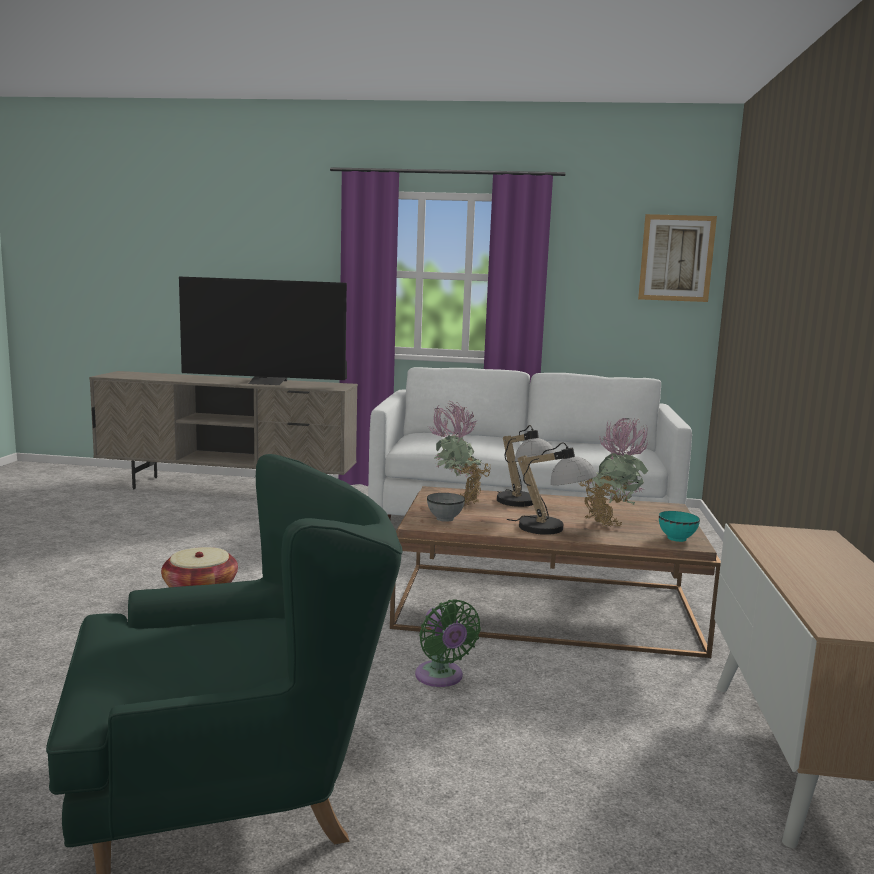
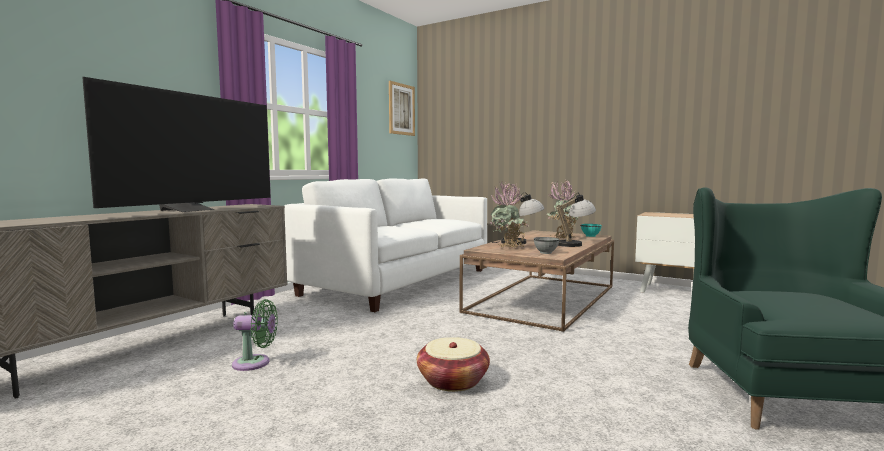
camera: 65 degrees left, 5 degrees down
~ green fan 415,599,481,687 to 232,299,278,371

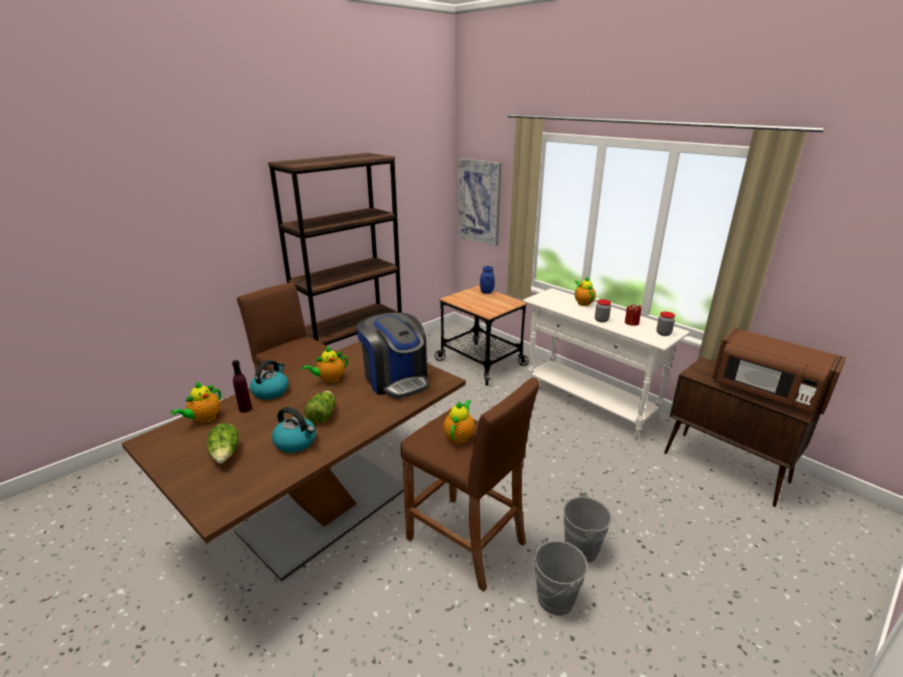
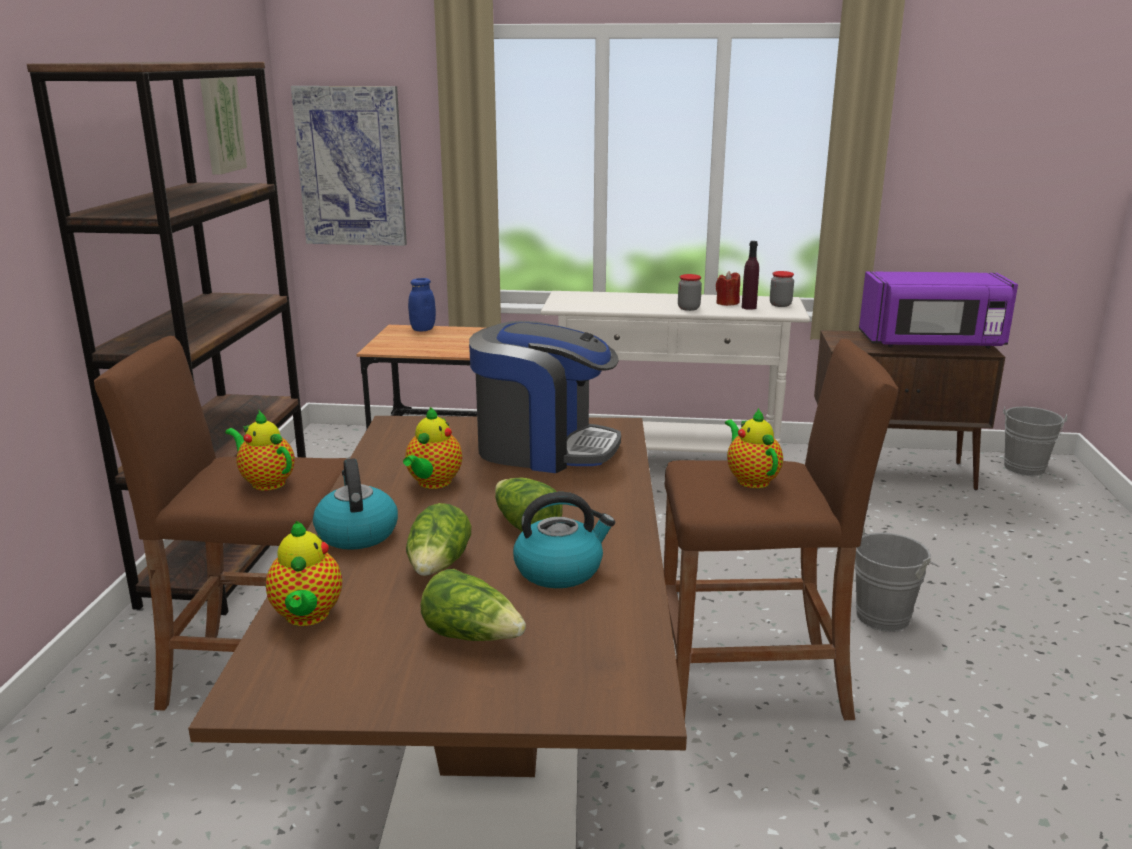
camera: 40 degrees left, 5 degrees down
~ teapot 575,276,596,306 to 225,411,295,491
~ brown microwave 712,328,846,414 to purple microwave 859,272,1018,348
~ purple bottle 232,360,252,413 to 742,241,759,310
~ grey bucket 524,537,588,616 to 1003,406,1067,476
+ picture 200,77,247,174
+ lettuce 406,503,471,576

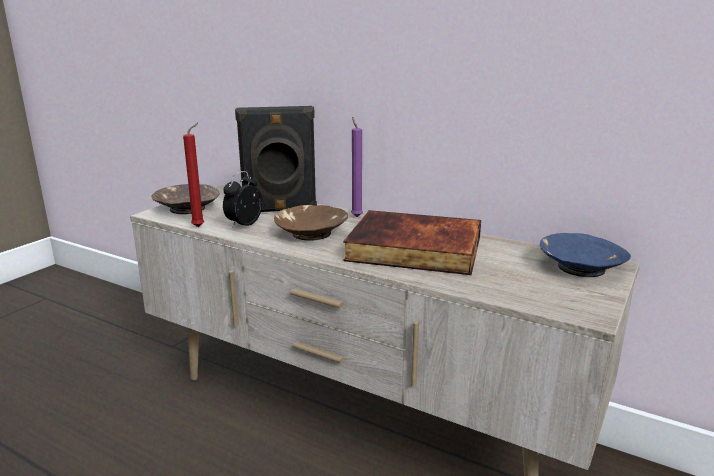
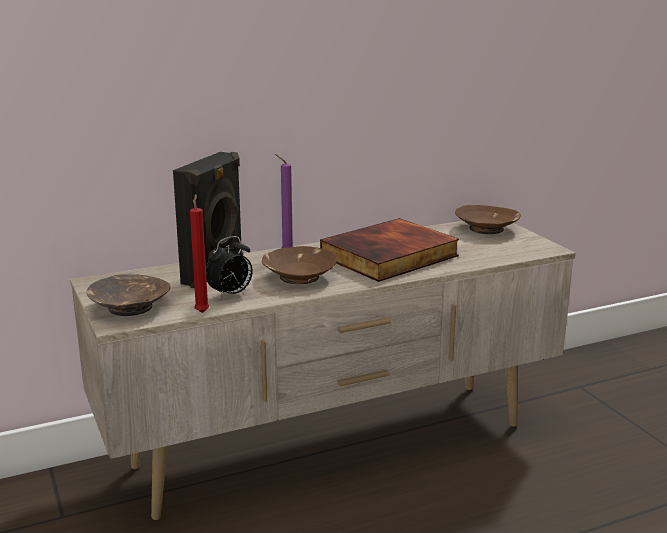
camera: 55 degrees left, 0 degrees up
~ alarm clock 223,171,262,229 = 206,236,253,299 105 degrees counterclockwise
~ blue bowl 540,233,631,277 to brown bowl 455,205,521,234

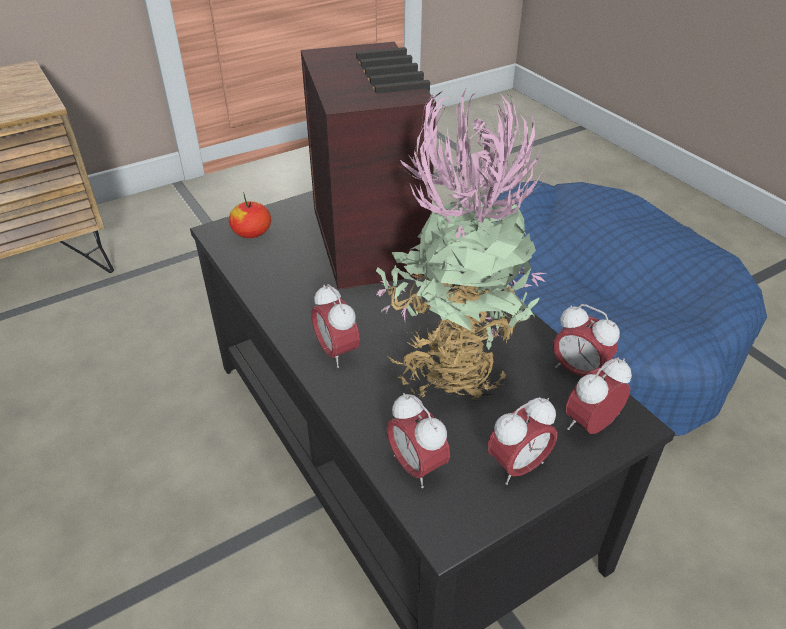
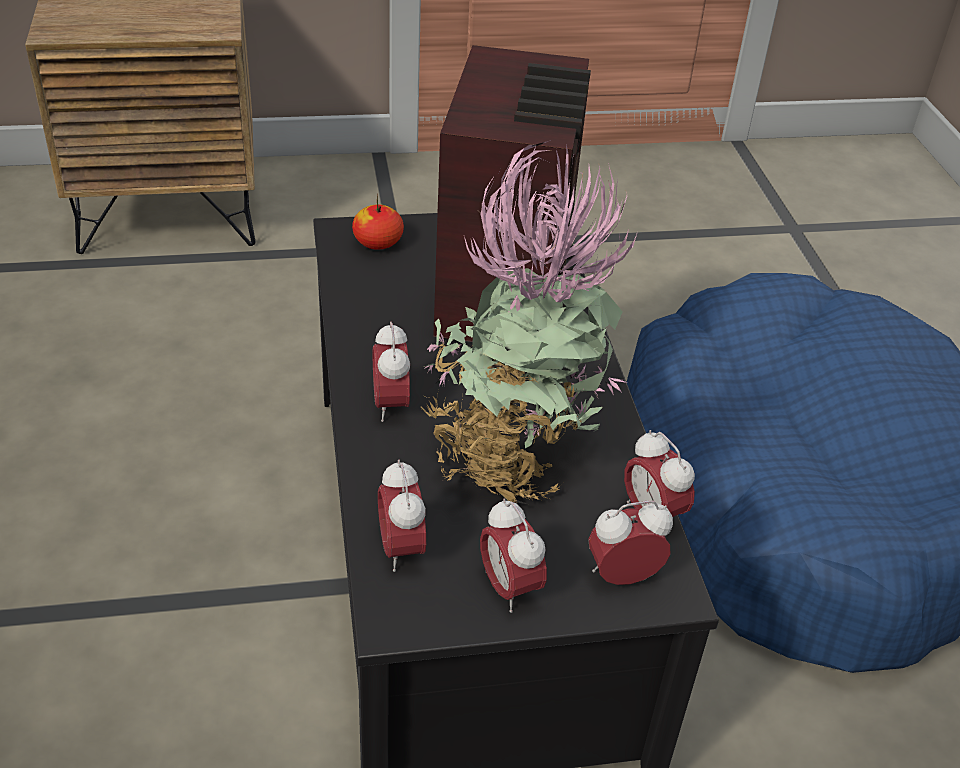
camera: 20 degrees right, 0 degrees up
~ alarm clock 487,397,557,485 = 480,498,547,613 75 degrees clockwise

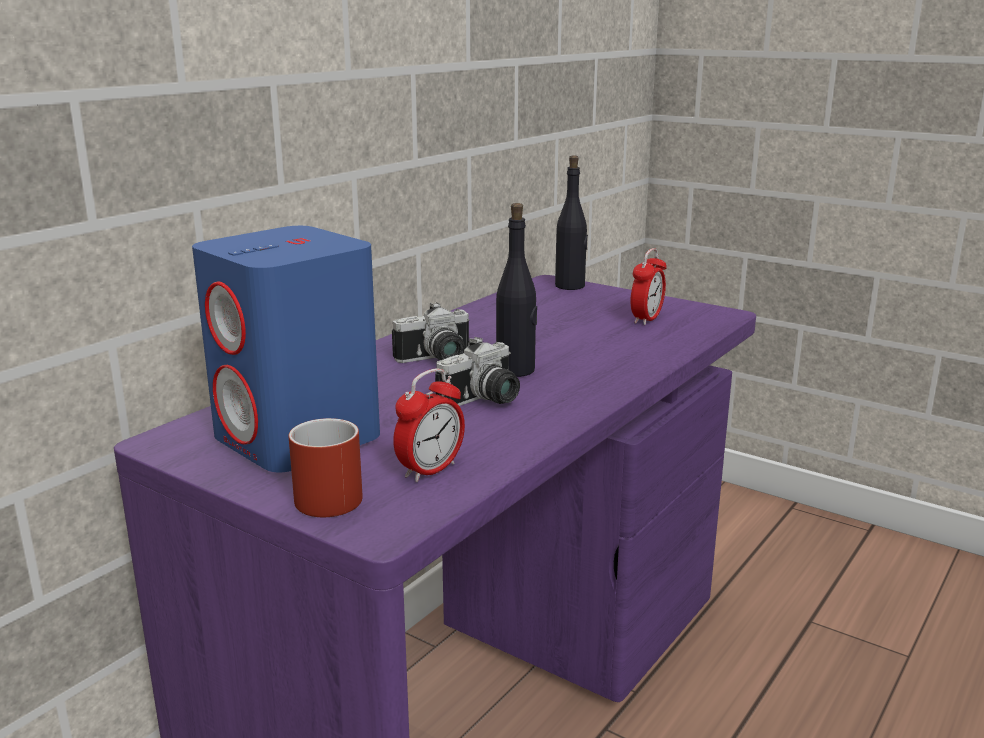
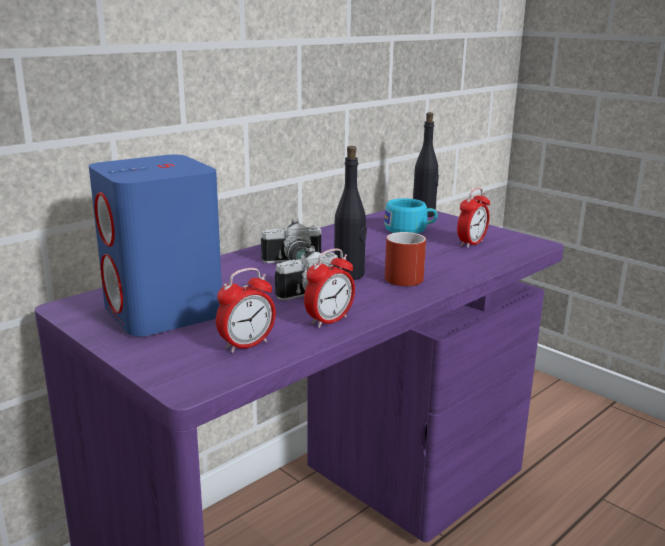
camera: 10 degrees right, 0 degrees up
~ red mug 289,418,362,517 to 385,232,426,286
+ turquoise cup 384,198,438,234
+ alarm clock 304,248,355,328

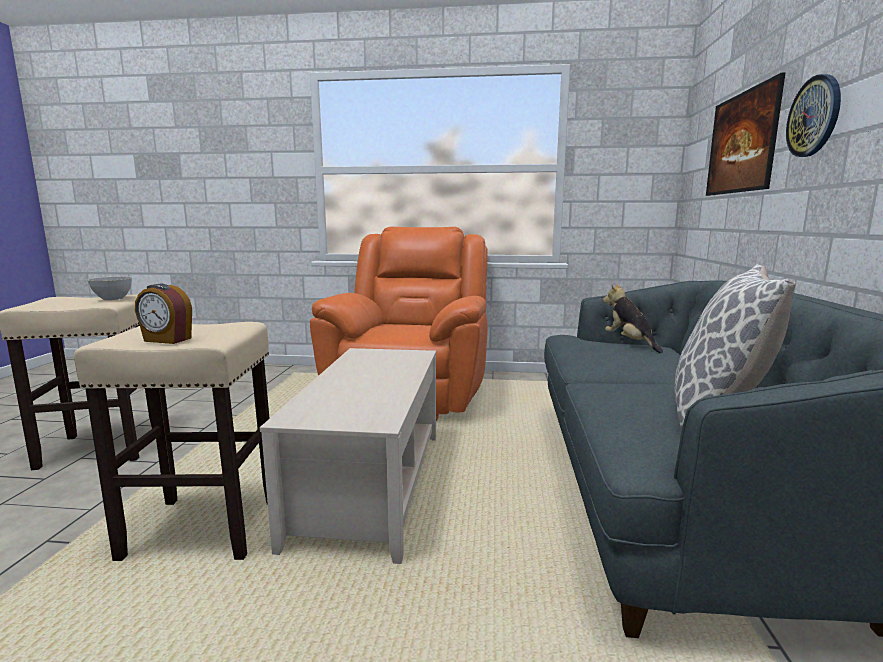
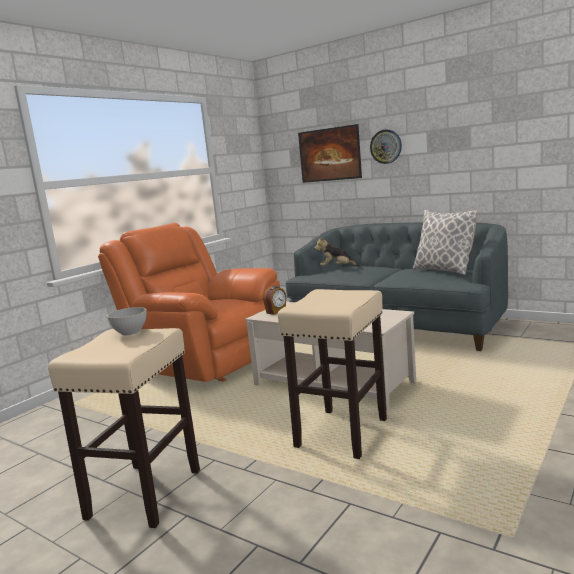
camera: 60 degrees left, 0 degrees up
~ alarm clock 135,284,192,344 to 263,286,286,315

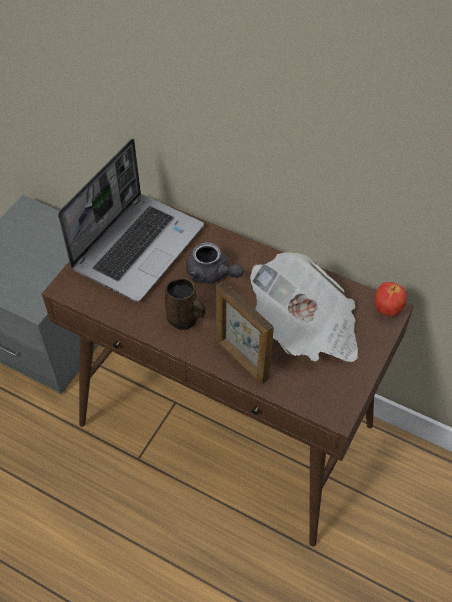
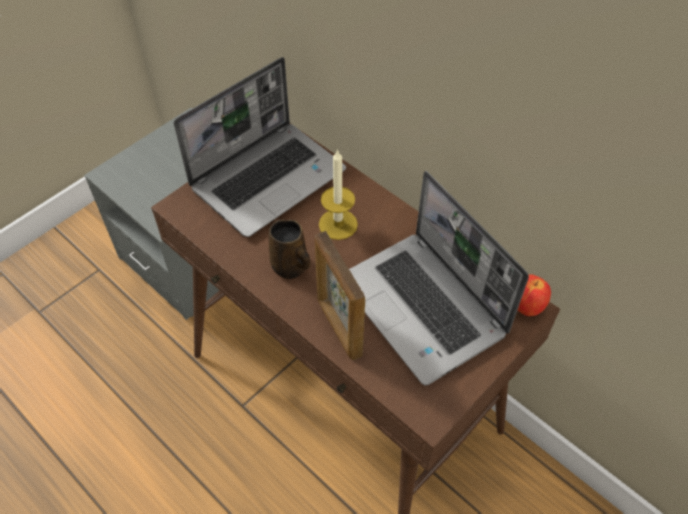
camera: 15 degrees right, 0 degrees up
~ grey teapot 186,242,244,284 to candle 319,149,358,240
~ newspaper 250,252,358,362 to laptop 349,171,529,385

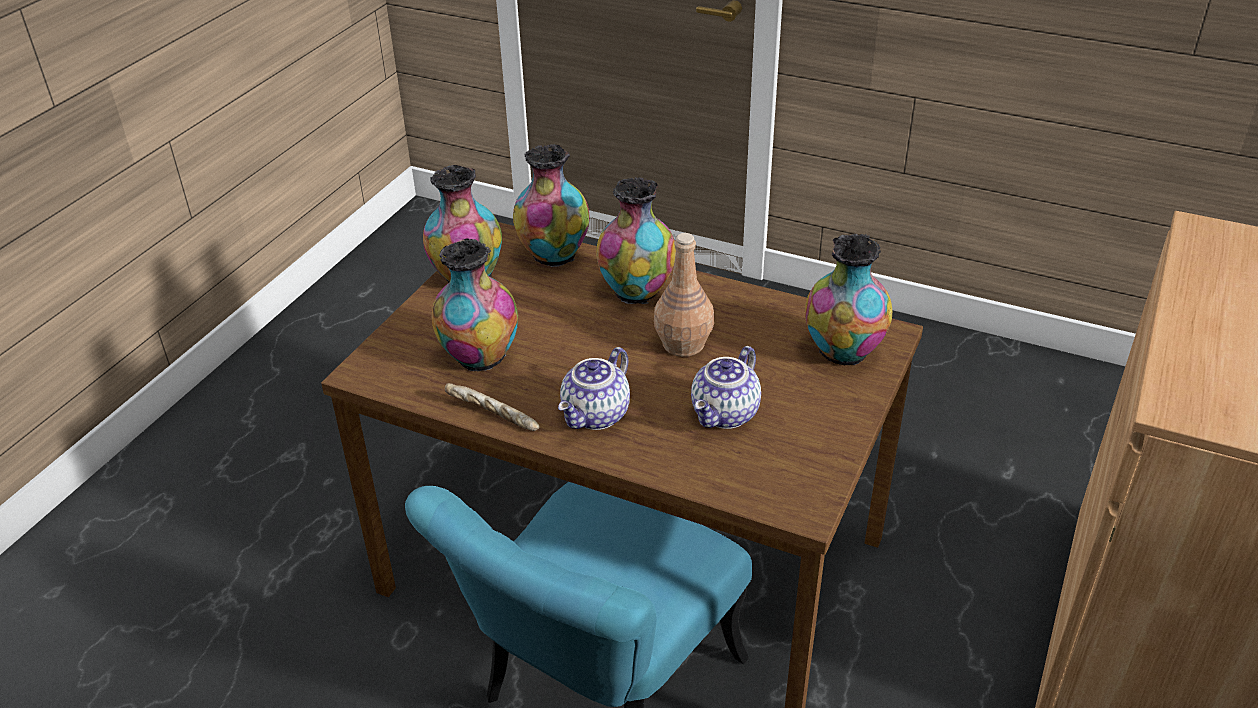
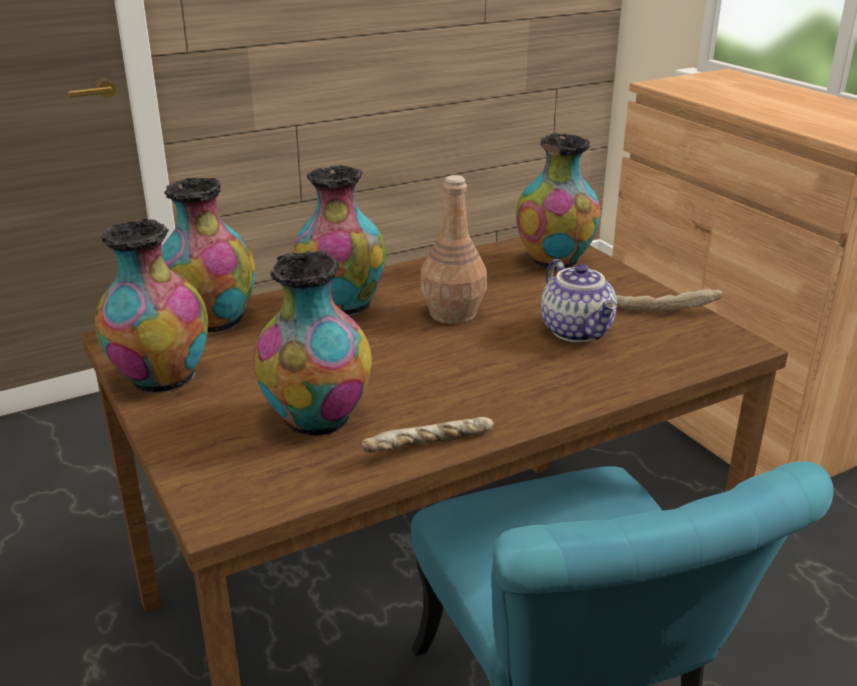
camera: 55 degrees left, 10 degrees down
- teapot 558,347,630,430
+ bread 616,289,723,311

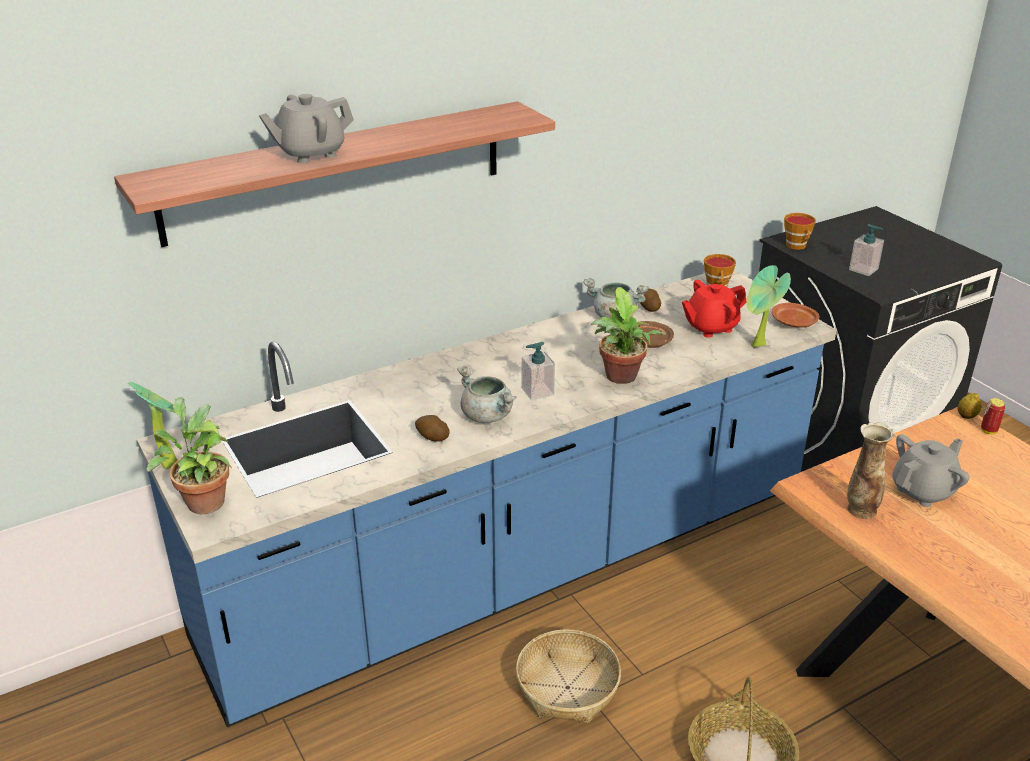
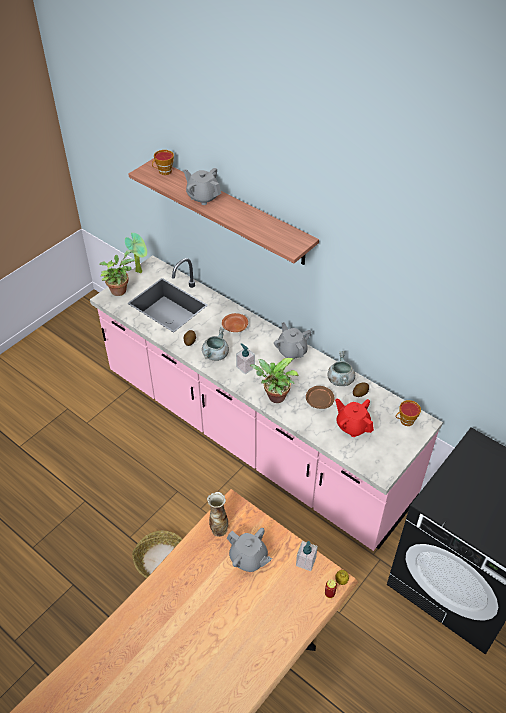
camera: 70 degrees right, 15 degrees up
~ cup 784,213,816,250 to 152,150,174,175
~ soap dispenser 849,224,884,276 to 296,541,318,571
- potted plant 747,265,791,348
~ blue counter 137,270,837,728 to pink counter 90,255,443,551
~ brown plate 772,303,820,328 to 222,313,248,332
- basket 516,629,621,724
+ grey teapot 274,322,311,359

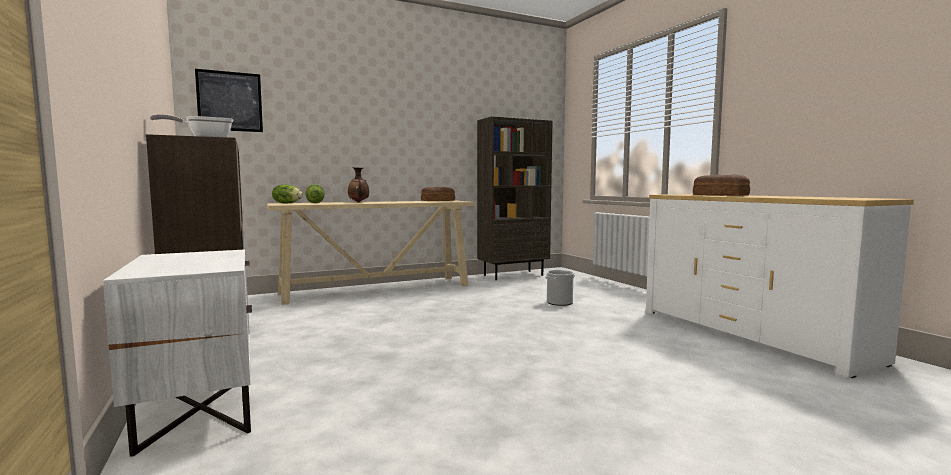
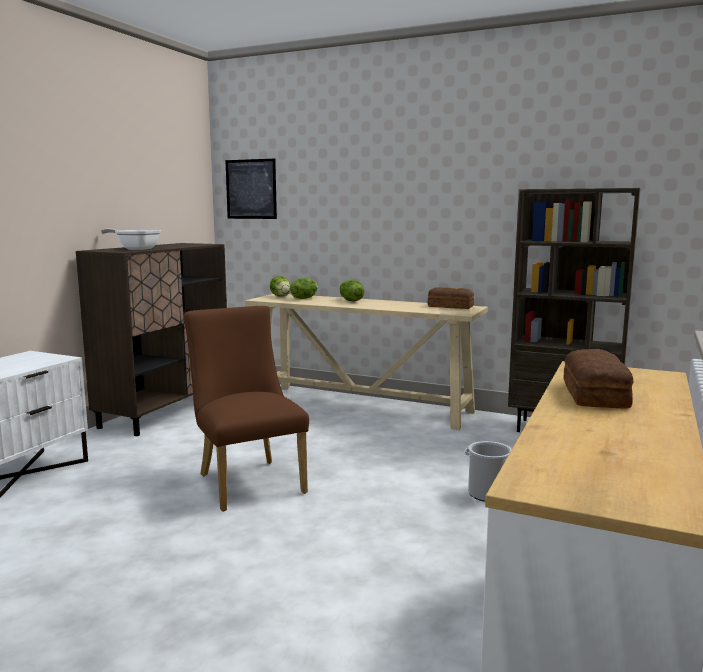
camera: 50 degrees right, 5 degrees up
~ vase 348,167,369,202 to lettuce 340,280,364,302
+ brown chair 184,306,309,512

